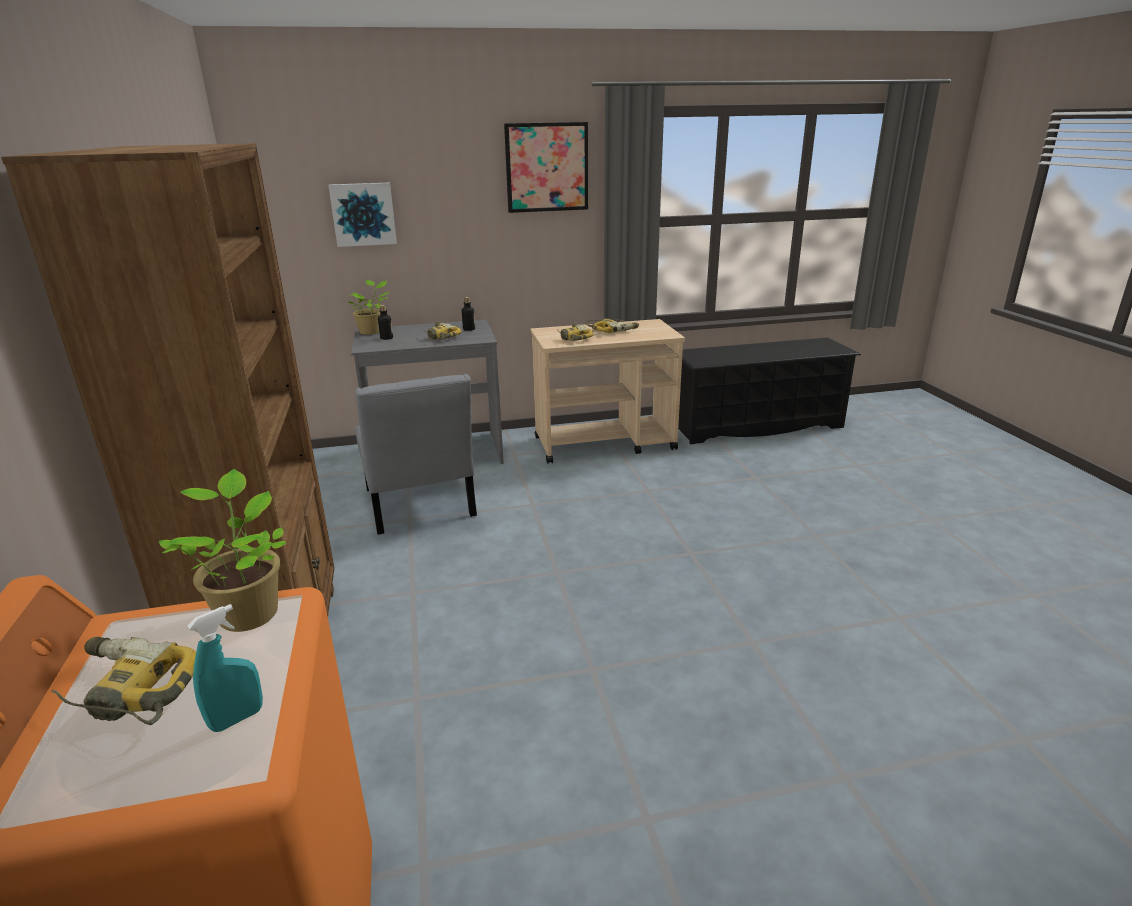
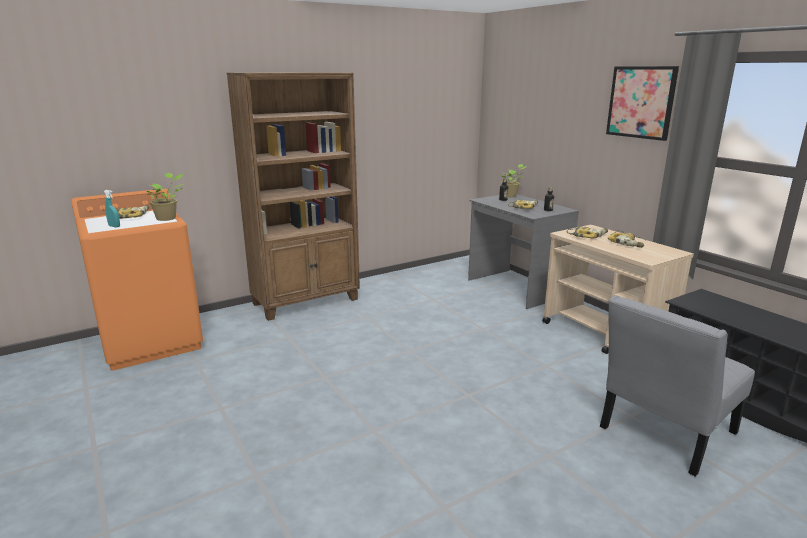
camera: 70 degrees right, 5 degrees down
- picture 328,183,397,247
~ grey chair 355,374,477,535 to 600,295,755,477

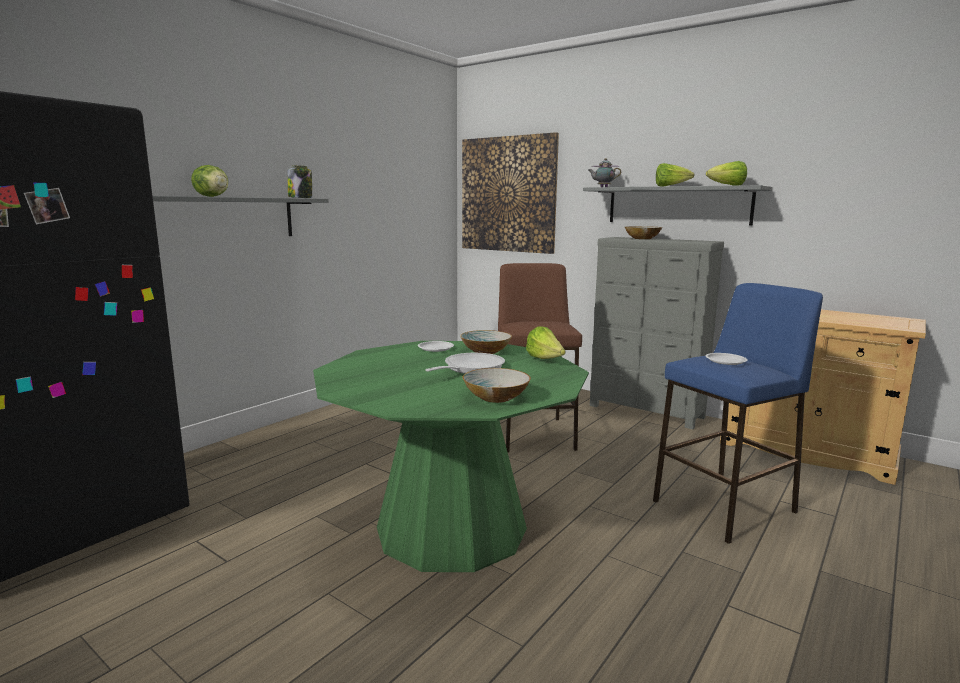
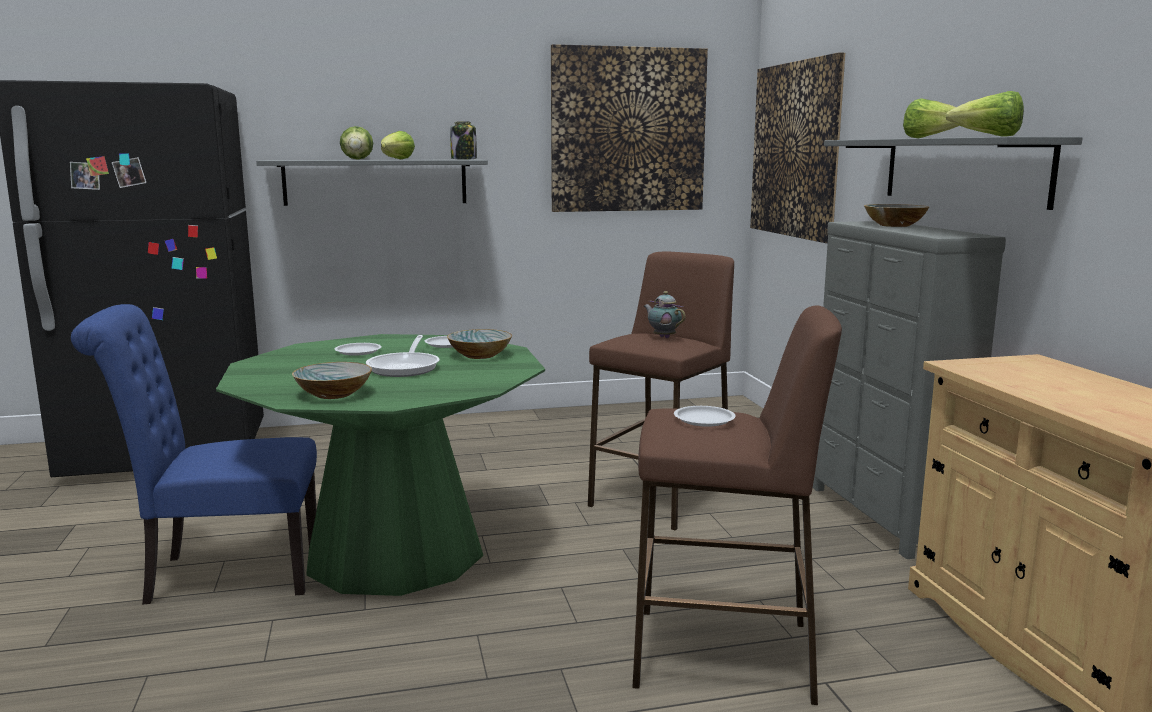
camera: 40 degrees right, 0 degrees up
~ teapot 588,158,621,187 to 644,291,686,338
~ blue stool 653,283,823,544 to brown stool 632,306,842,705
~ lettuce 526,326,566,359 to 381,131,415,160
~ frying pan 425,353,505,374 = 366,335,440,377 105 degrees clockwise
+ picture 551,44,708,212
+ blue chair 71,304,317,604
+ white plate 335,343,382,356

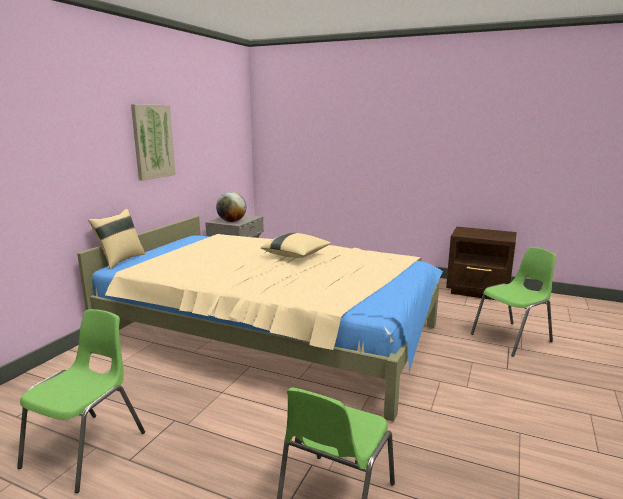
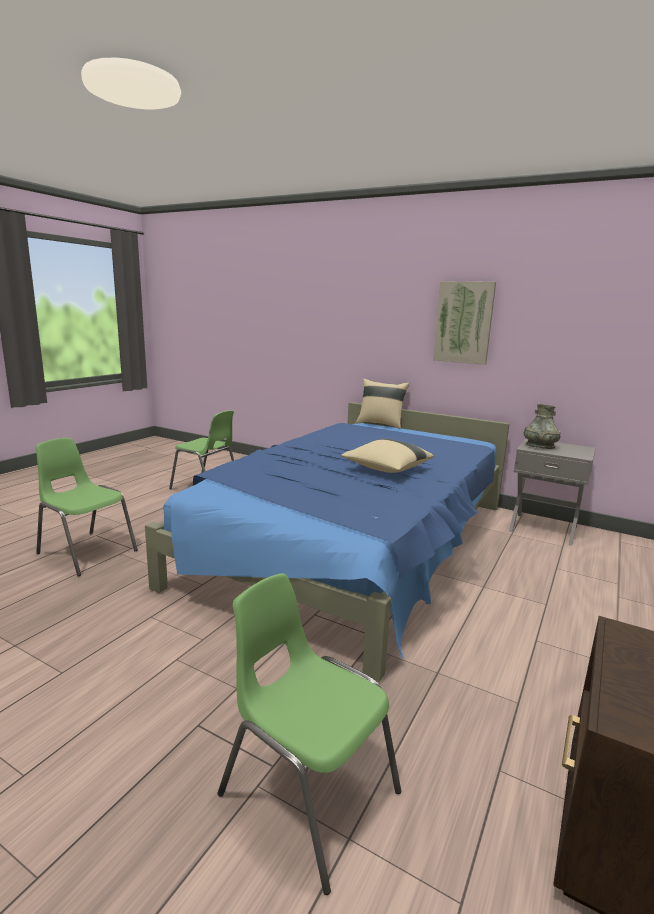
camera: 95 degrees right, 0 degrees up
~ globe 216,192,246,222 to grey vase 524,404,560,449
~ beige bed 77,216,443,422 to blue bed 145,402,509,682
~ green chair 471,247,556,357 = 217,573,401,895 150 degrees clockwise

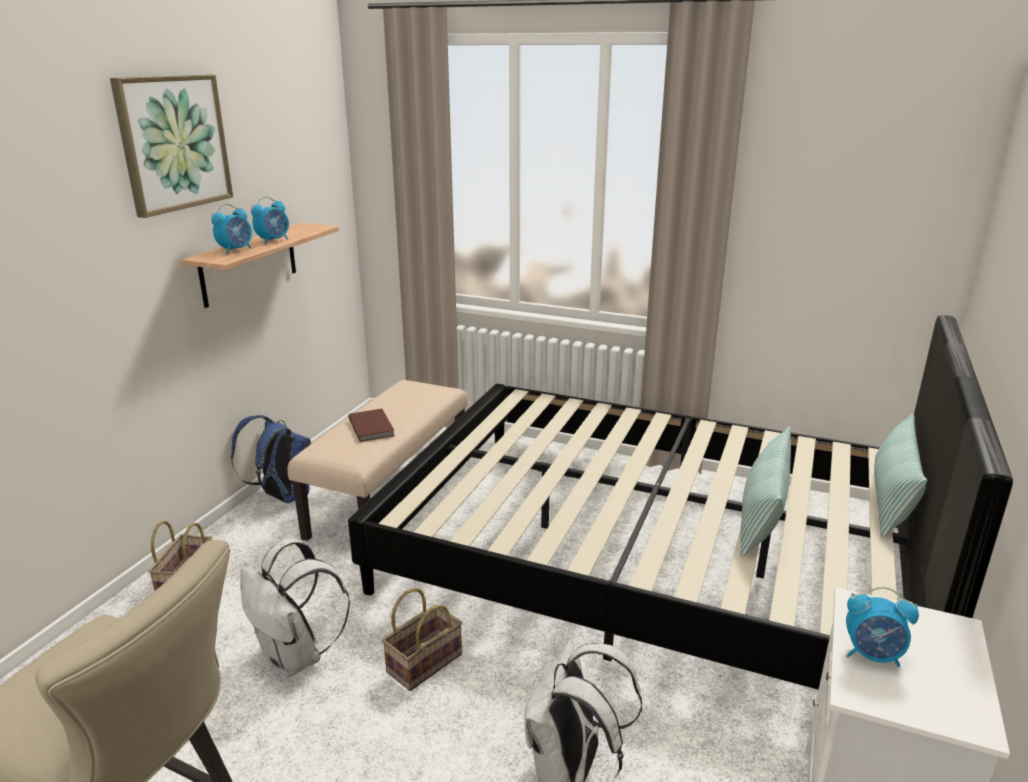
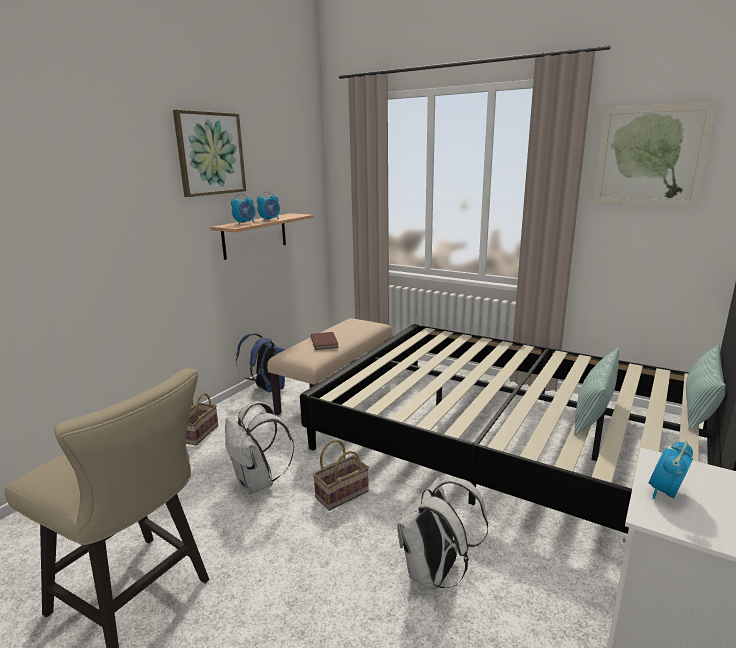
camera: 10 degrees right, 5 degrees down
~ alarm clock 846,587,919,667 = 649,441,693,499 105 degrees clockwise
+ picture 593,101,717,208

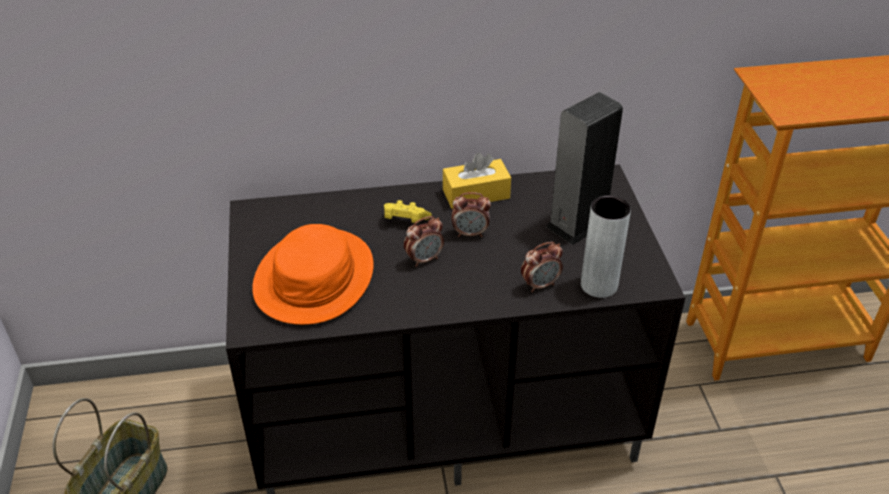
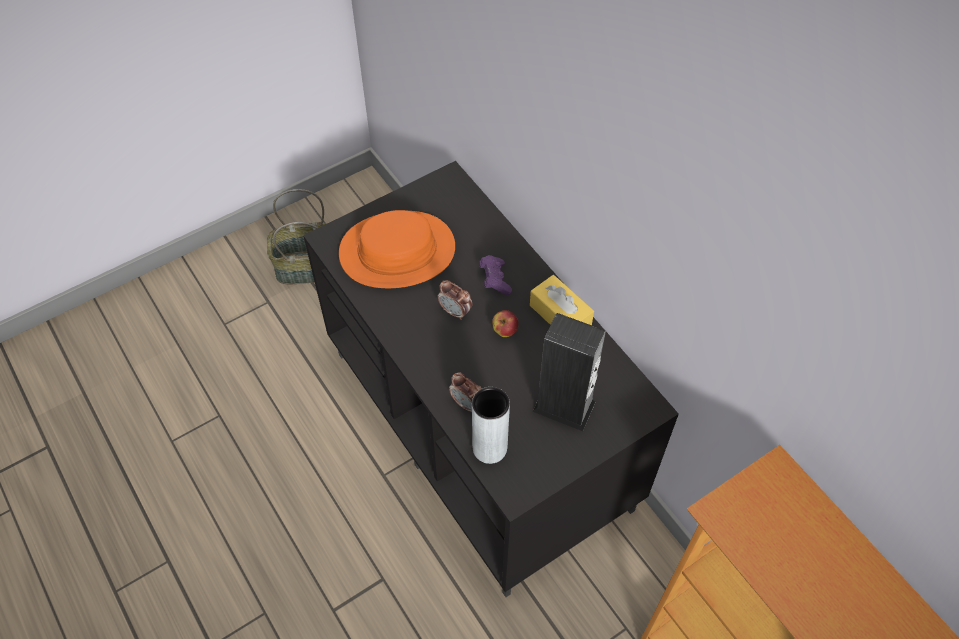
camera: 65 degrees right, 15 degrees up
~ alarm clock 452,192,491,237 to apple 492,310,519,337
~ yellow game controller 384,200,432,223 to purple game controller 479,255,512,295

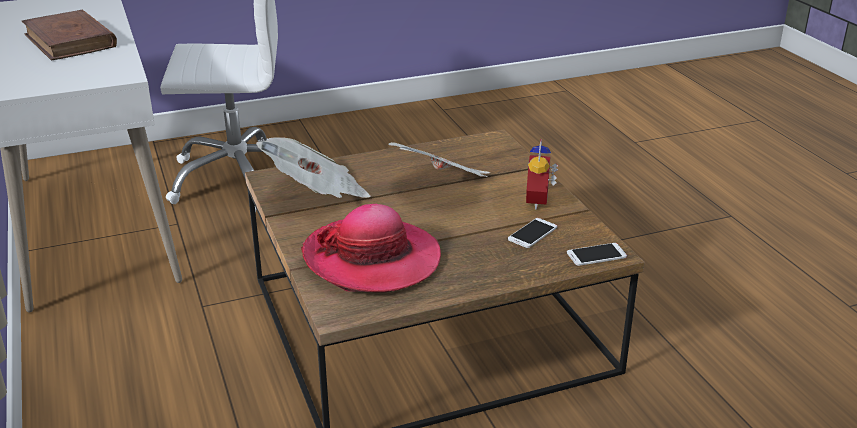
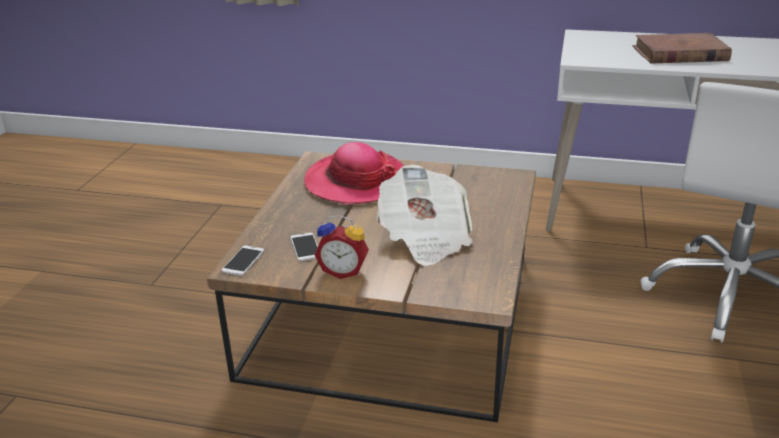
camera: 125 degrees right, 0 degrees up
- newspaper 256,137,371,198
~ alarm clock 526,139,558,210 = 315,215,369,279 150 degrees clockwise

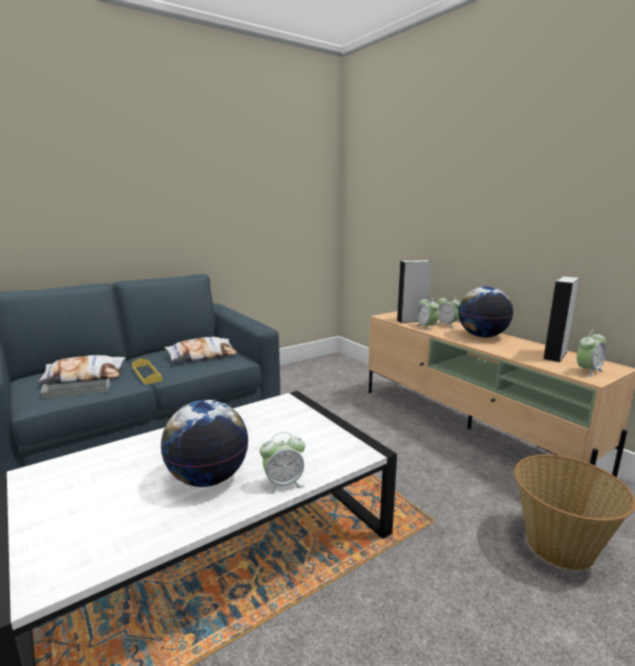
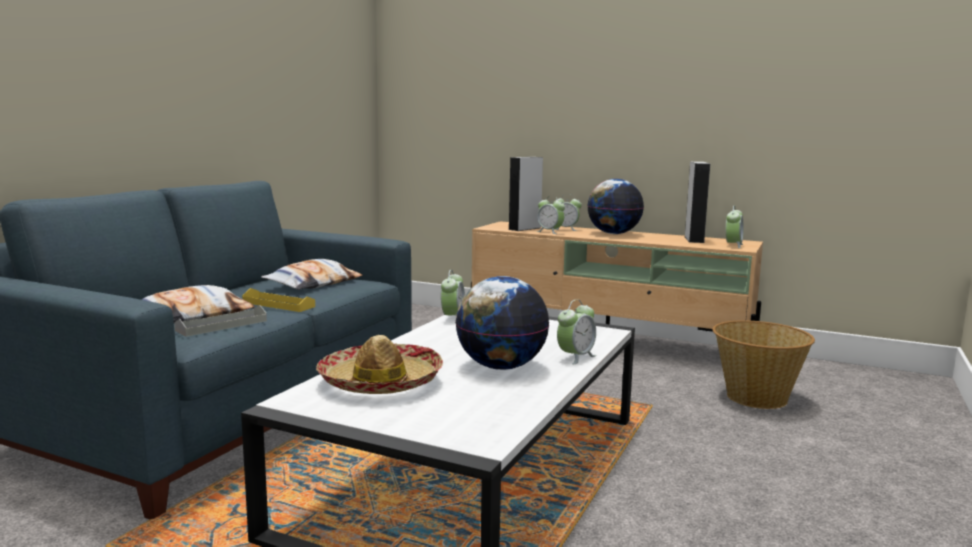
camera: 30 degrees left, 5 degrees down
+ alarm clock 441,270,465,315
+ hat 316,335,443,394

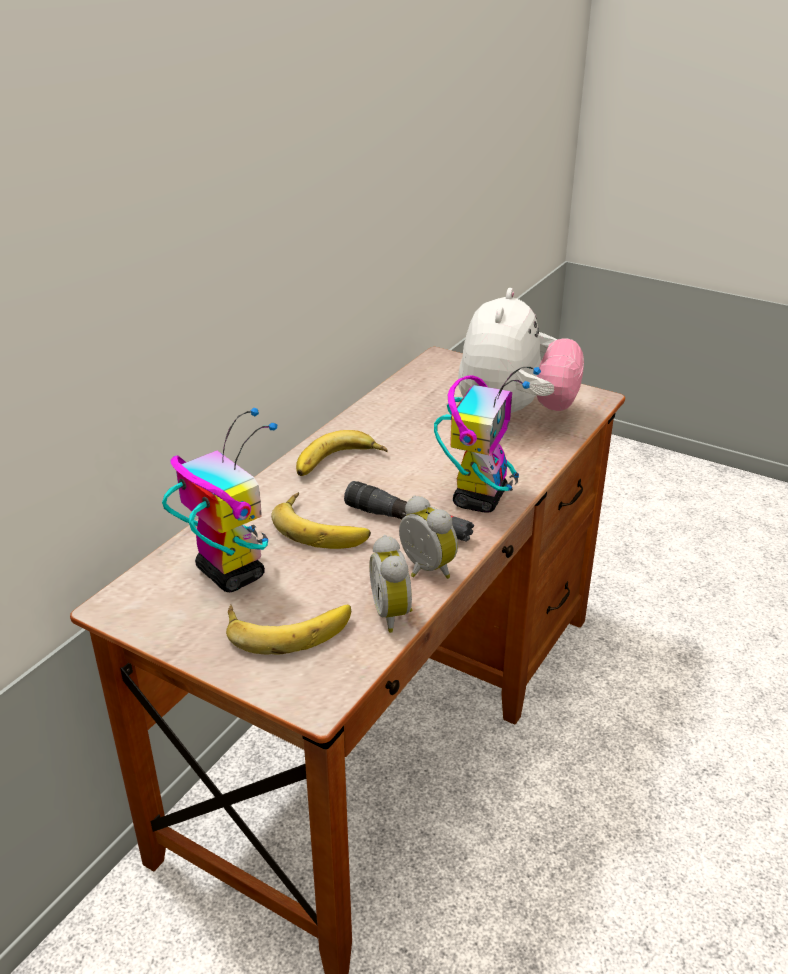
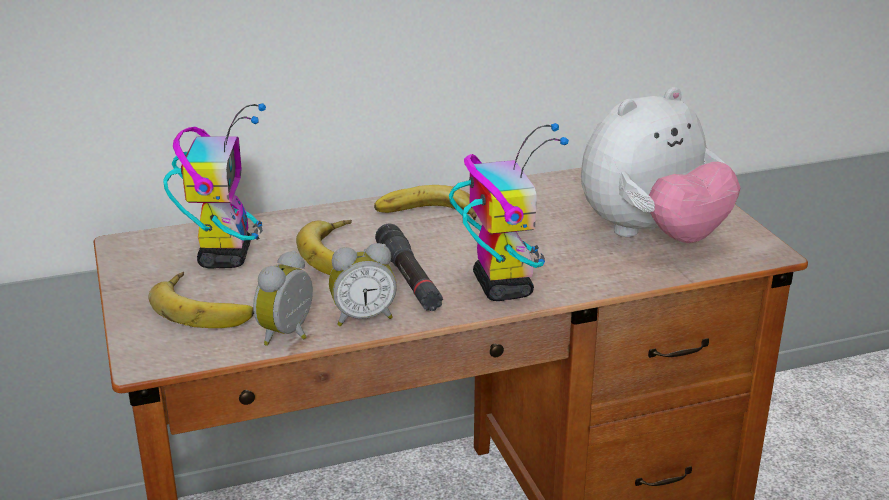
camera: 40 degrees right, 5 degrees down
~ toy robot 434,367,541,513 = 449,123,569,301 75 degrees counterclockwise
~ alarm clock 399,495,458,579 = 329,243,397,326 75 degrees clockwise

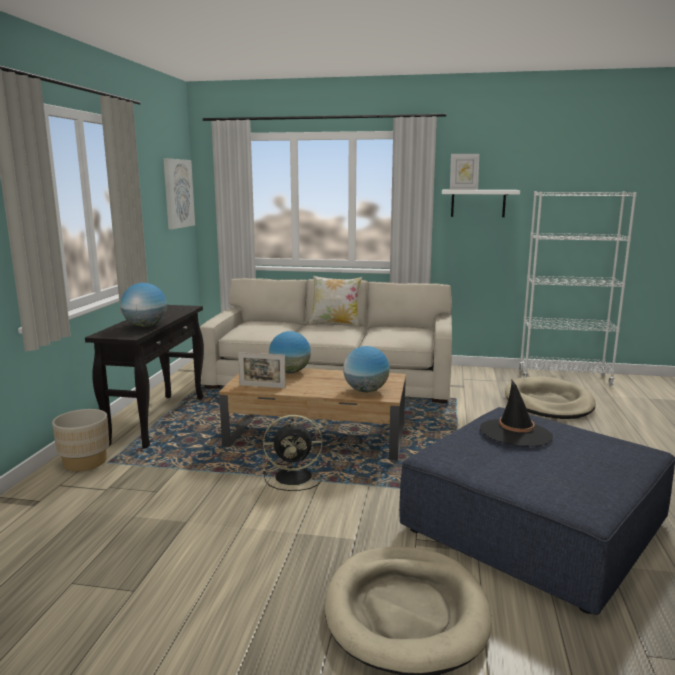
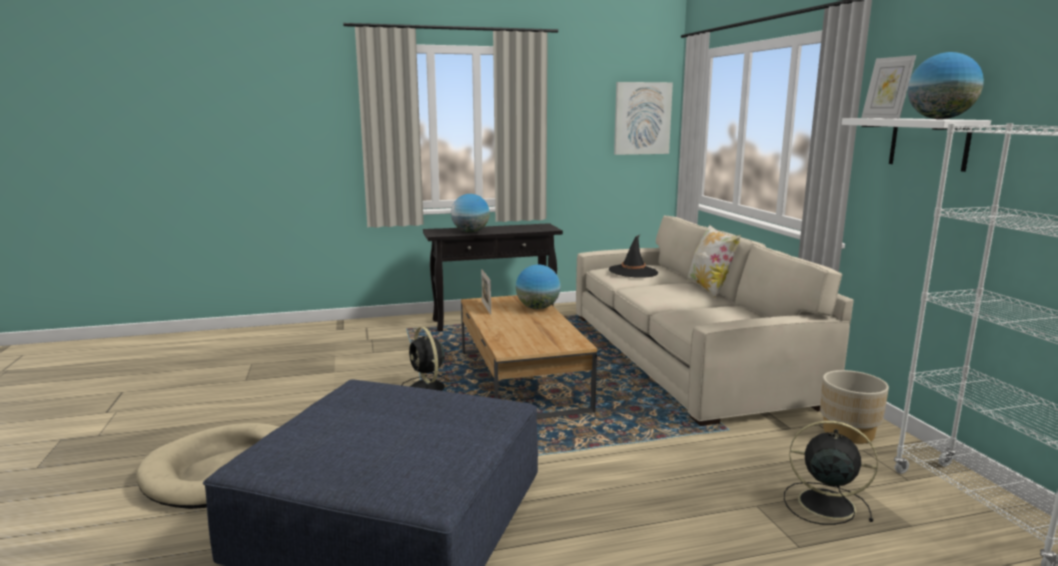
camera: 65 degrees right, 0 degrees up
~ globe 343,346,390,392 to 908,52,984,119
~ beige dog bed 505,376,595,419 to black fan 784,420,878,525
~ black hat 480,380,553,446 to 609,235,658,278
~ beige planter 52,409,109,471 to 820,370,889,444

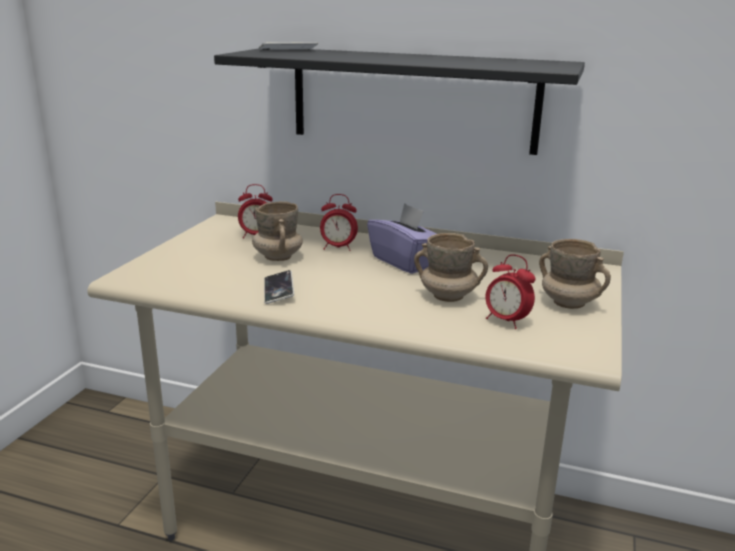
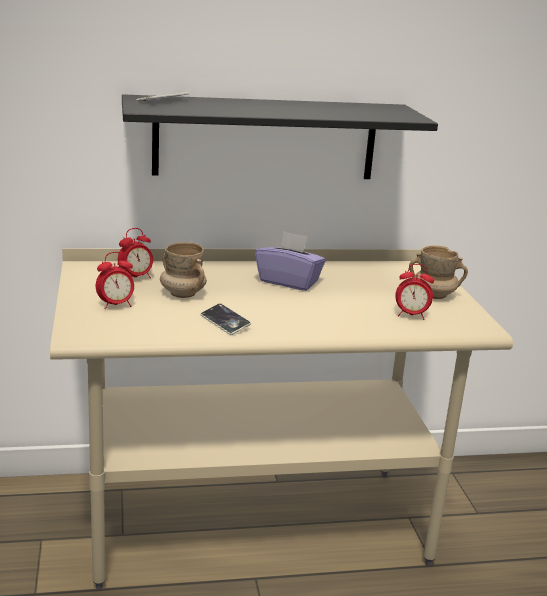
camera: 30 degrees left, 0 degrees up
~ alarm clock 320,194,358,251 to 96,252,134,310
- beige mug 414,233,488,302

